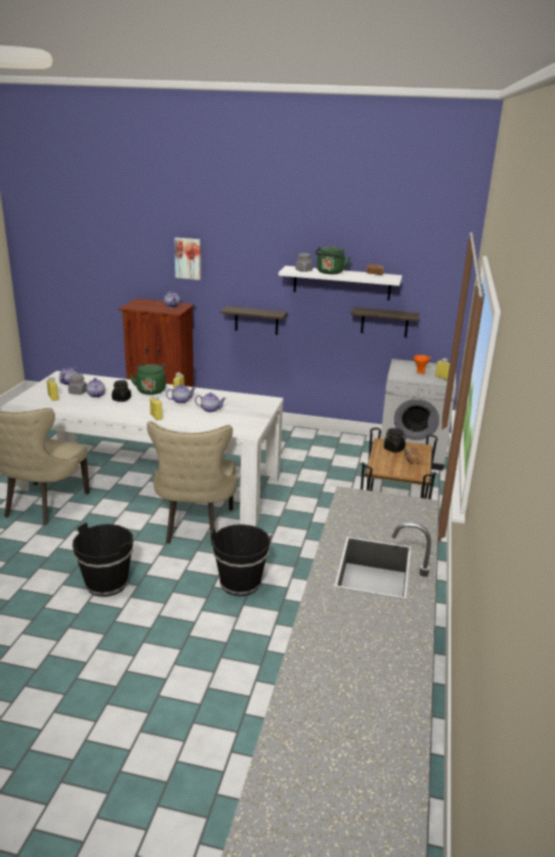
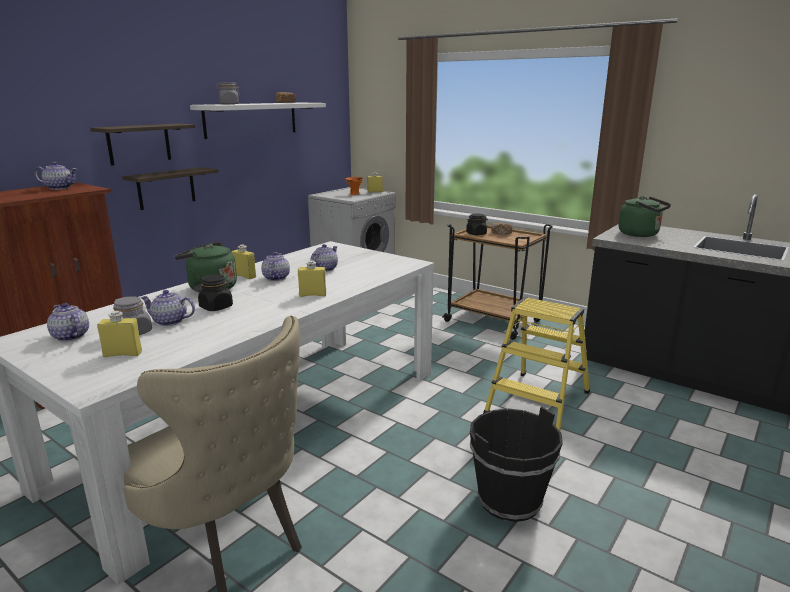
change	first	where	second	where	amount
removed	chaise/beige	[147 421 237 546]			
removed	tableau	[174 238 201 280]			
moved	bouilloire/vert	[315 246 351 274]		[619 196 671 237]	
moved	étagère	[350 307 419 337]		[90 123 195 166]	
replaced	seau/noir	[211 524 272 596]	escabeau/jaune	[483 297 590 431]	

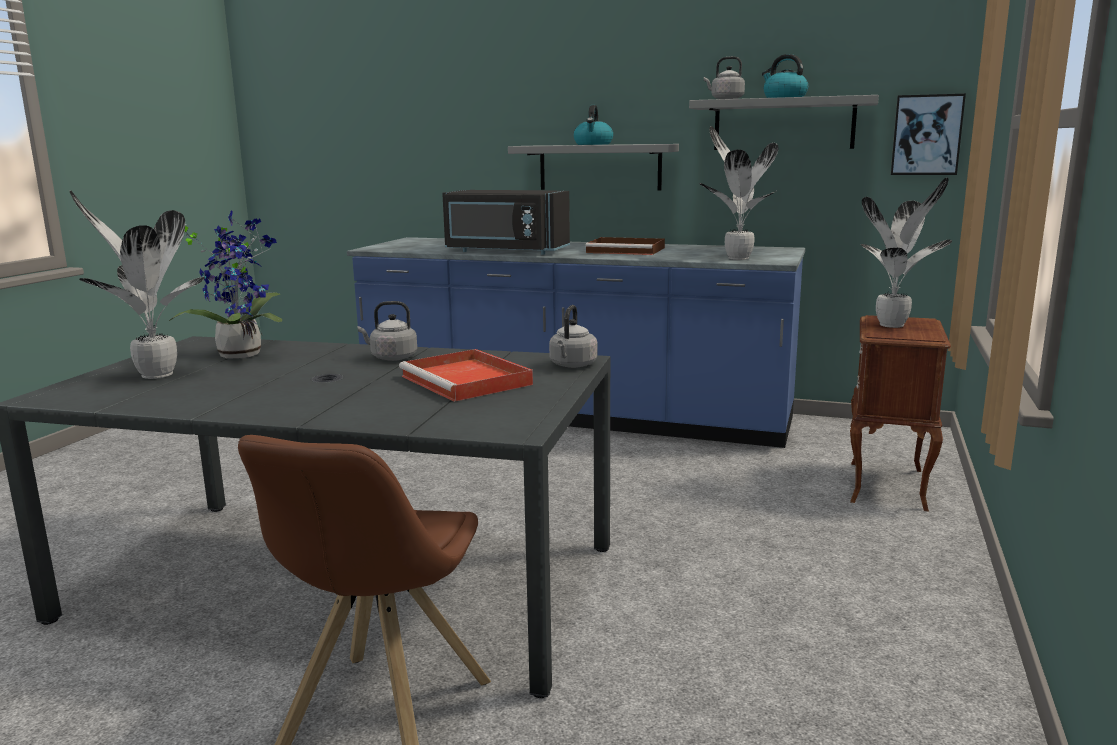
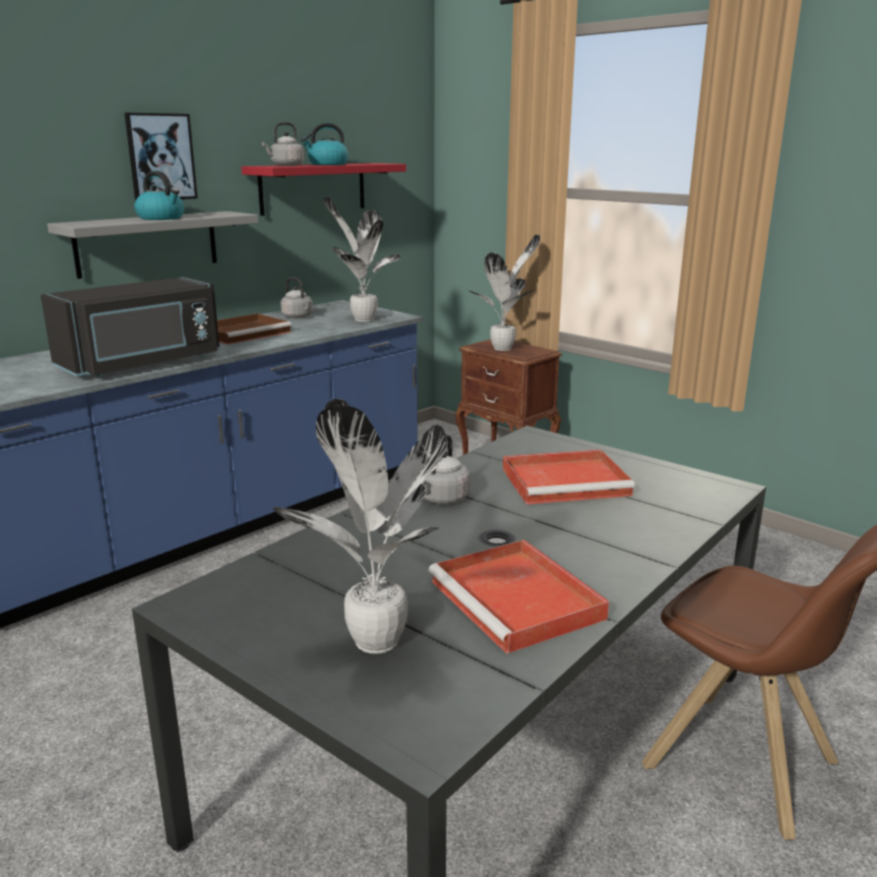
change	first	where	second	where	amount
removed	plante en pot	[169 211 282 358]			
added			plateau/rouge	[429 540 609 654]	
moved	bouilloire/gris	[549 305 597 368]		[281 277 313 318]	
moved	tableau	[891 93 966 175]		[125 113 198 201]	
recoloured	étagère/gris	[689 95 879 150]	étagère/rouge	[241 163 406 216]	

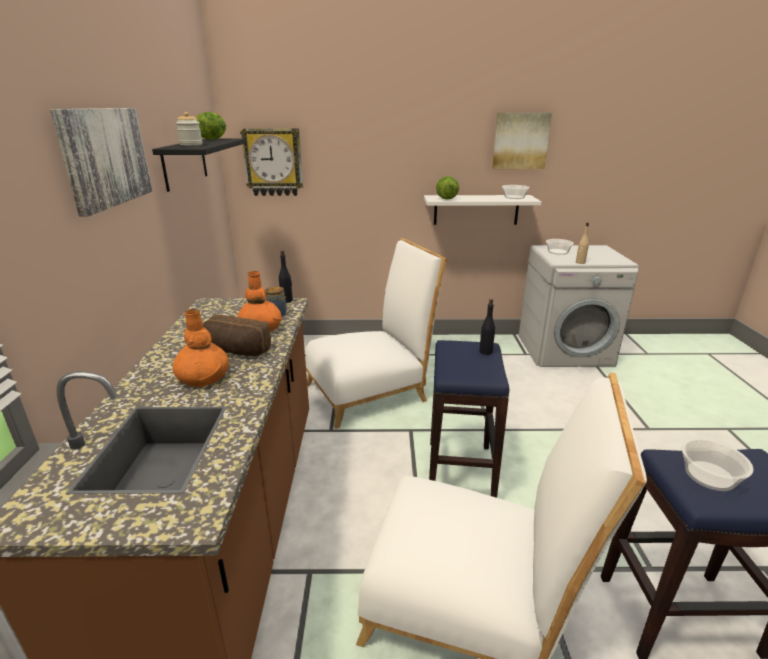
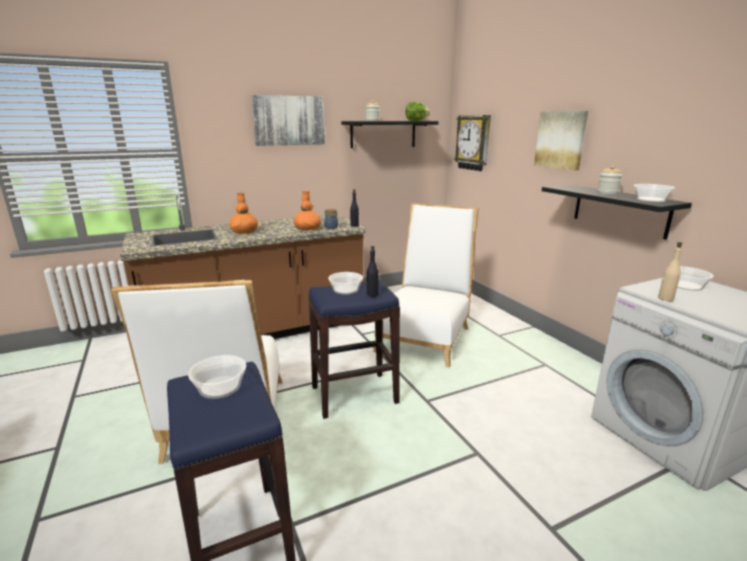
change	first	where	second	where	amount
removed	pain	[203 315 271 356]			
removed	laitue	[436 176 459 200]			
added			bol	[328 272 363 294]	
added			bocal	[597 166 622 195]	
moved	tableau	[492 112 552 169]		[534 111 588 170]	
recoloured	étagère/blanc	[424 195 541 225]	étagère/noir	[542 185 692 240]	
turned	chaise/blanc	[306 238 447 429]		[373 203 479 368]	105 degrees counterclockwise

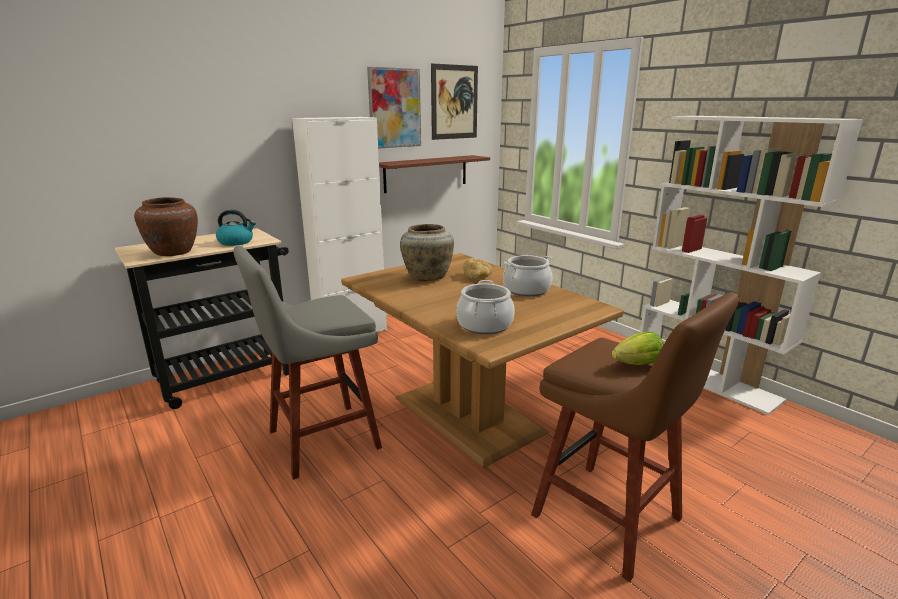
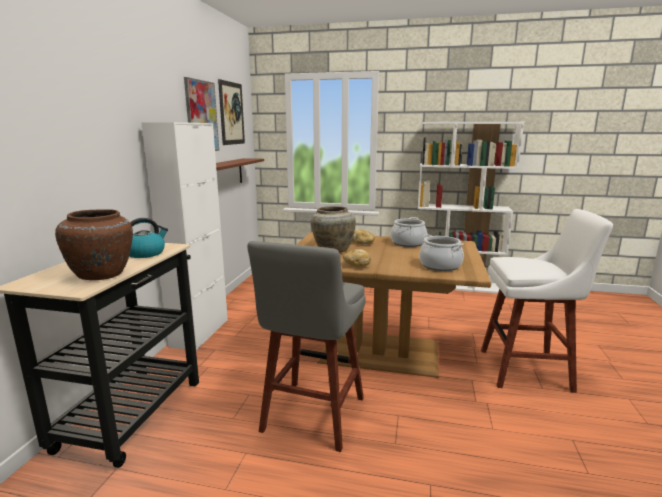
change	first	where	second	where	amount
removed	laitue	[612 332 664 365]			
added			pain	[343 249 371 267]	
recoloured	tabouret/marron	[531 292 739 582]	tabouret/blanc	[481 209 613 393]	

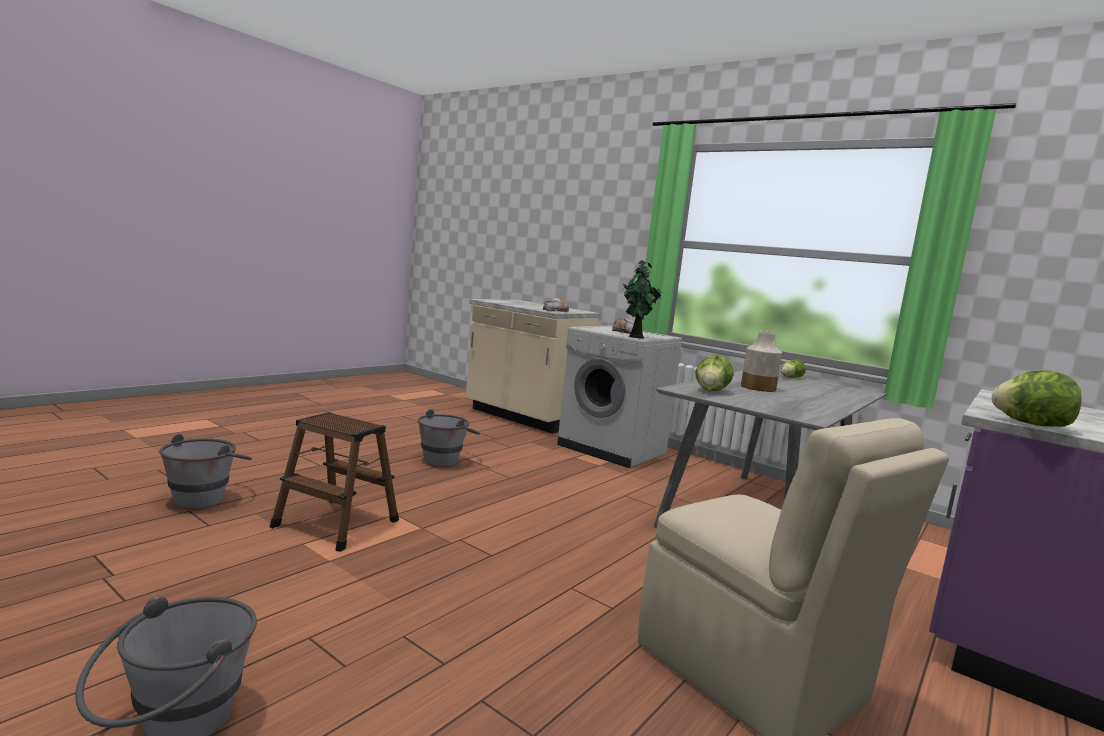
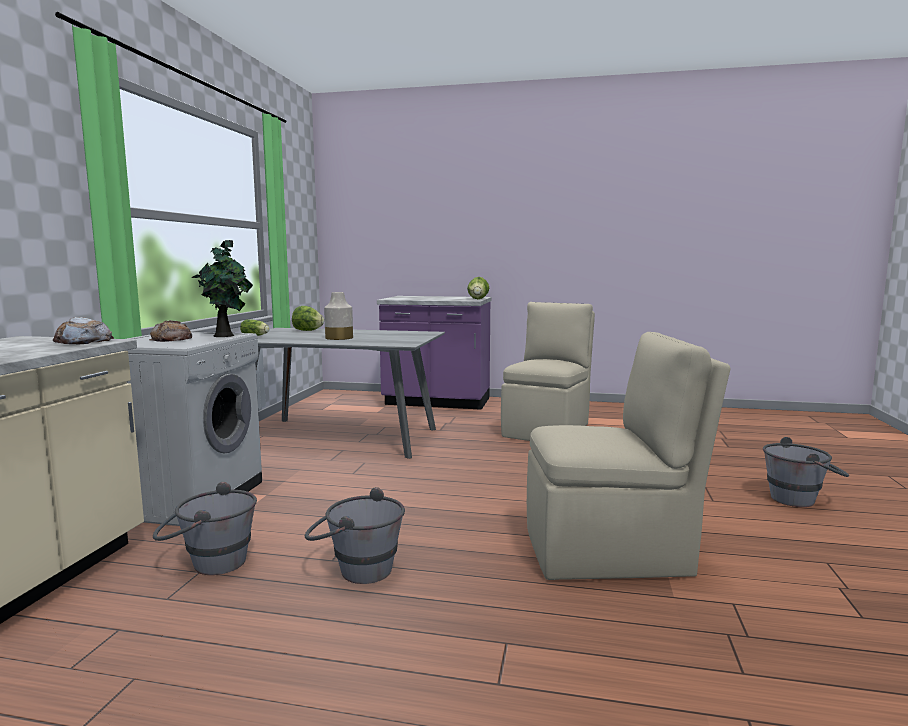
change	first	where	second	where	amount
moved	seau/gris	[159 434 252 509]		[153 482 257 575]	
moved	laitue	[695 354 734 391]		[292 306 324 331]	
replaced	escabeau/marron	[270 412 399 552]	chaise/beige	[527 332 730 580]	

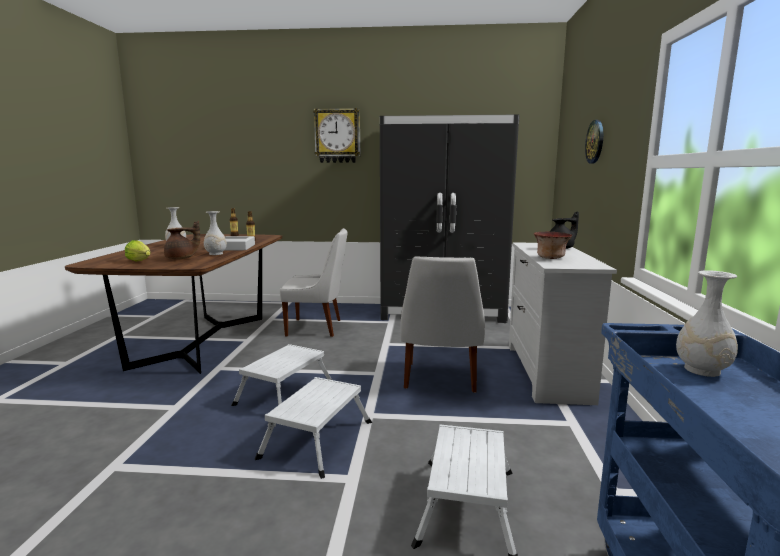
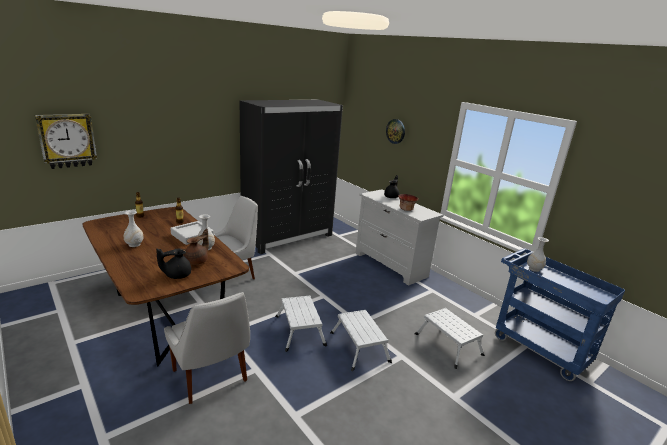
change	first	where	second	where	amount
moved	horloge murale	[313 108 360 163]		[35 114 97 169]	
moved	chaise/blanc	[400 256 485 393]		[164 292 250 404]	
replaced	laitue	[125 240 151 261]	théière/noir	[156 248 191 279]	

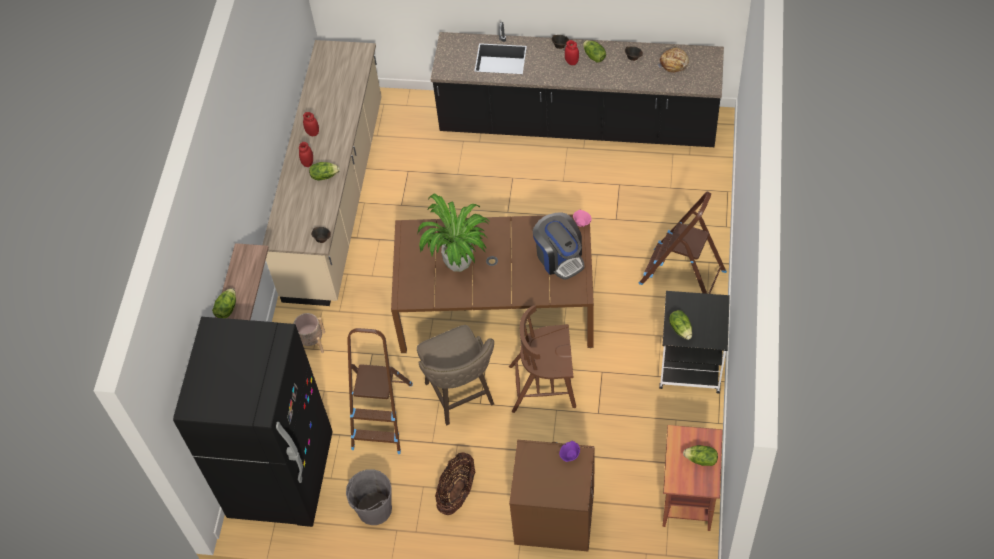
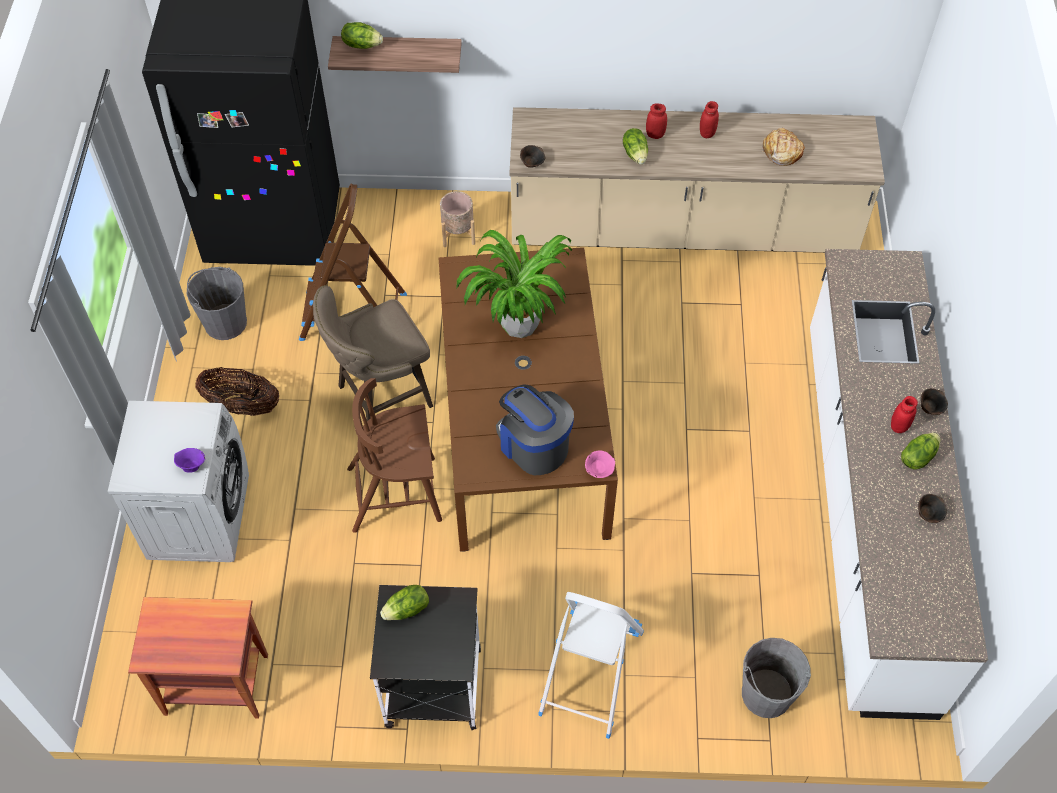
change	first	where	second	where	amount
removed	laitue	[683 445 718 466]			
added			seau/gris	[742 638 811 718]	
moved	pain	[656 48 689 74]		[762 128 805 166]	
recoloured	comptoir de cuisine/noir	[430 22 724 147]	comptoir de cuisine/blanc	[810 249 988 720]	
recoloured	lave-linge/marron	[509 440 595 552]	lave-linge/blanc	[108 401 249 562]	
recoloured	escabeau/marron	[638 191 727 294]	escabeau/blanc	[538 592 644 739]	
turned	chaise/marron	[509 306 576 413]		[347 378 442 533]	90 degrees counterclockwise
turned	machine à café	[533 212 585 280]		[496 384 574 475]	90 degrees clockwise

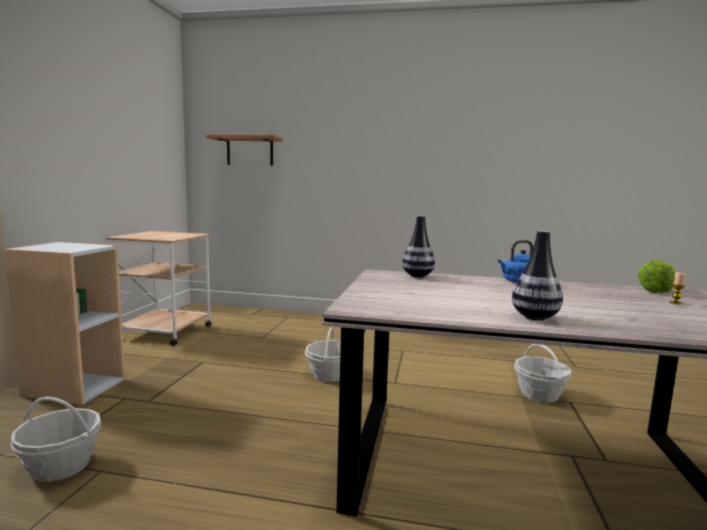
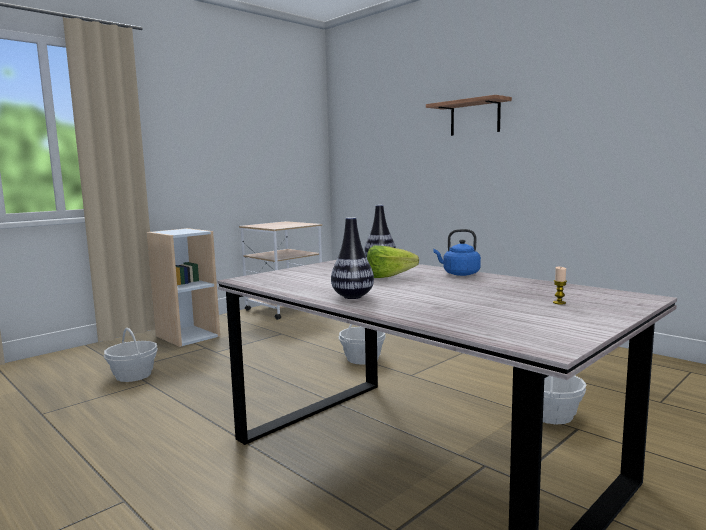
change	first	where	second	where	amount
moved	étagère	[206 135 283 166]		[426 95 512 136]	
moved	laitue	[638 261 676 293]		[367 245 419 278]	

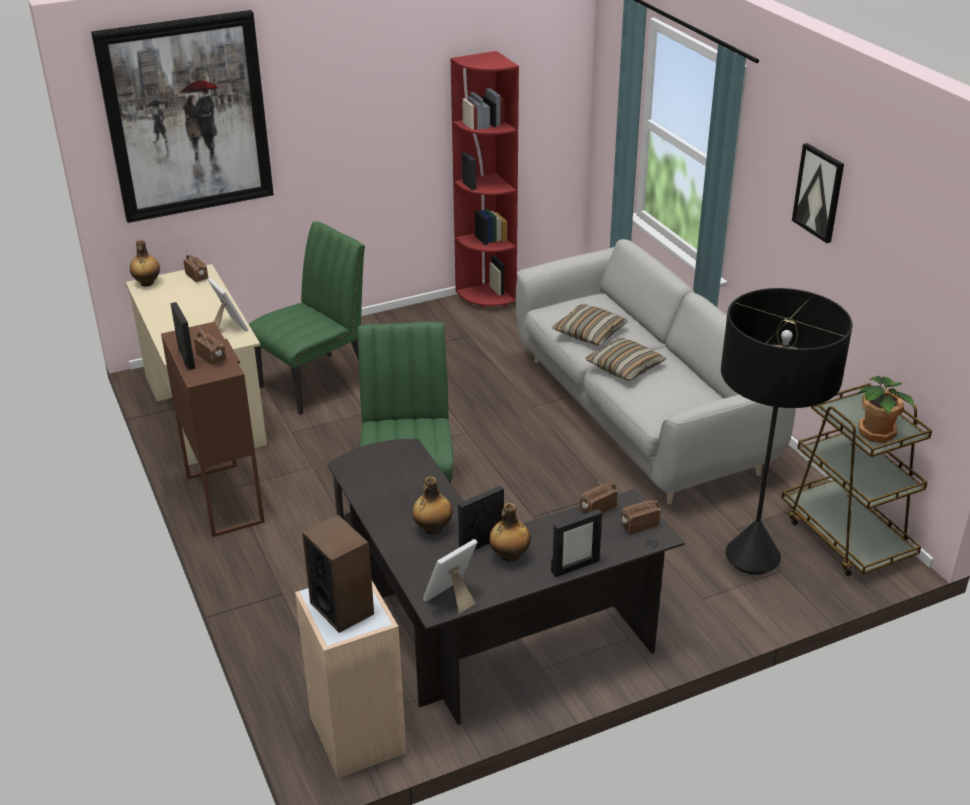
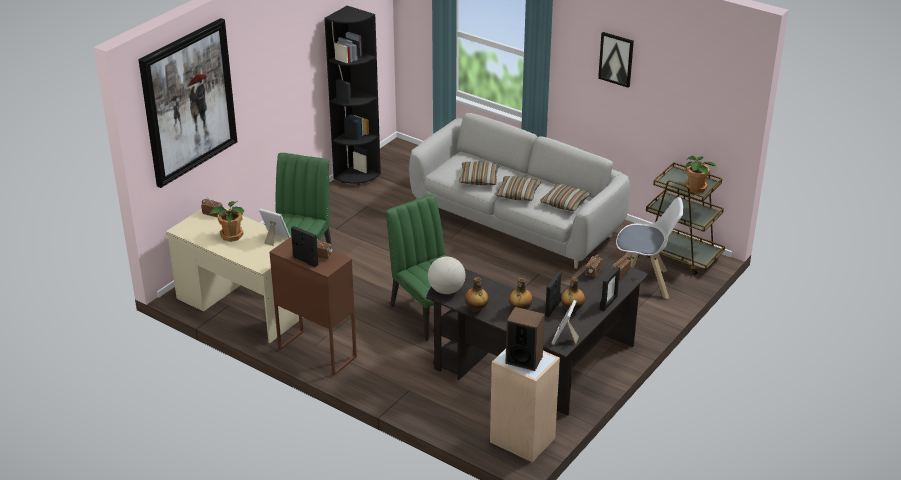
change	first	where	second	where	amount
added			plante en pot	[209 201 245 242]	
added			globe	[428 257 466 294]	
added			coussin	[540 184 591 211]	
moved	bouteille	[130 240 160 287]		[465 277 489 313]	
replaced	lampadaire/noir	[721 288 853 575]	chaise	[616 197 684 299]	
recoloured	bibliothèque/rouge	[451 51 519 308]	bibliothèque/noir	[324 6 381 185]	

